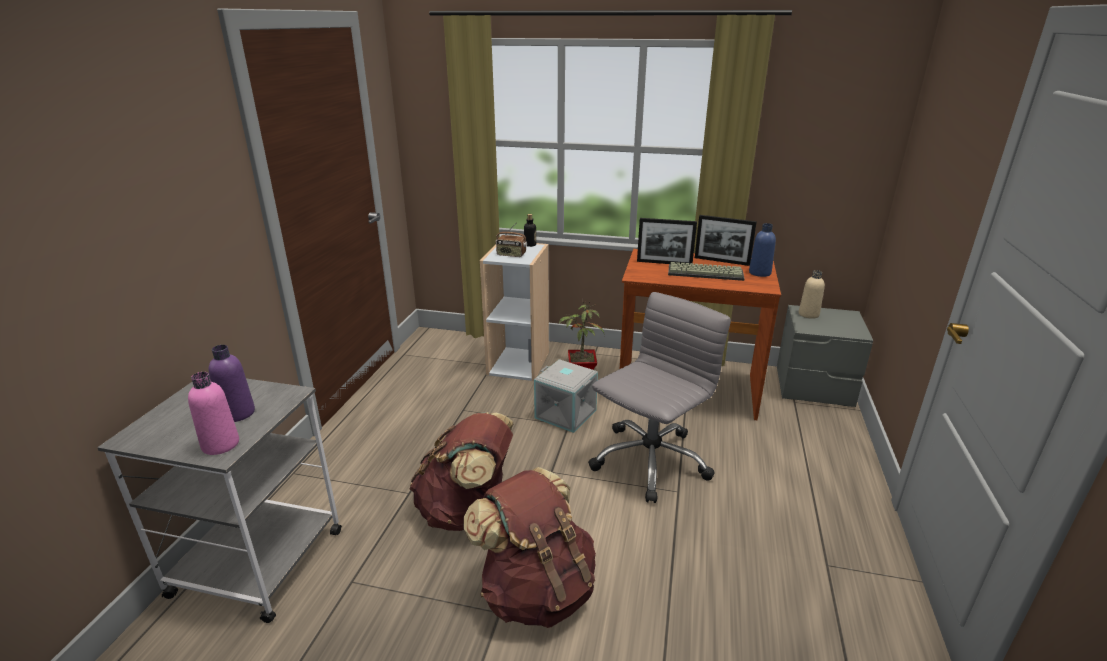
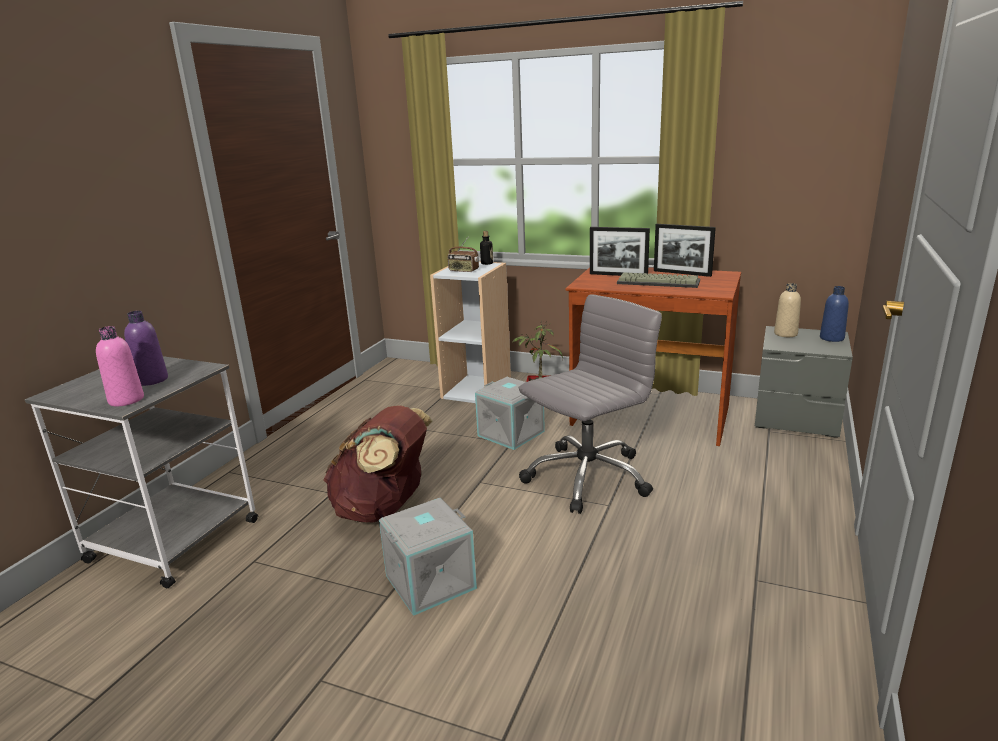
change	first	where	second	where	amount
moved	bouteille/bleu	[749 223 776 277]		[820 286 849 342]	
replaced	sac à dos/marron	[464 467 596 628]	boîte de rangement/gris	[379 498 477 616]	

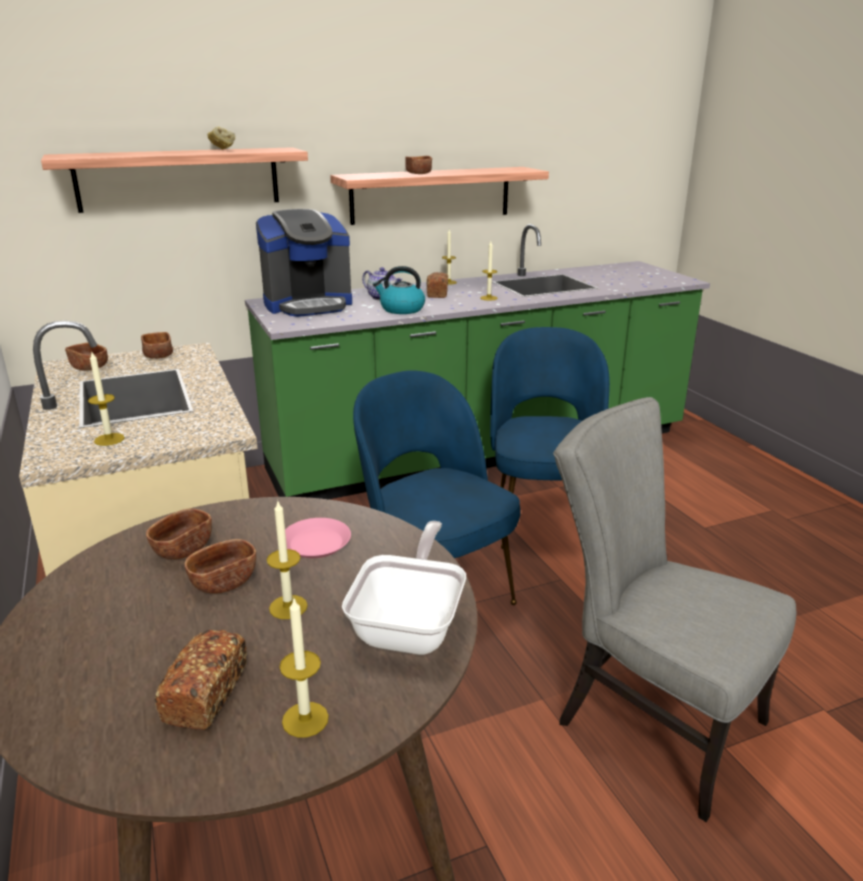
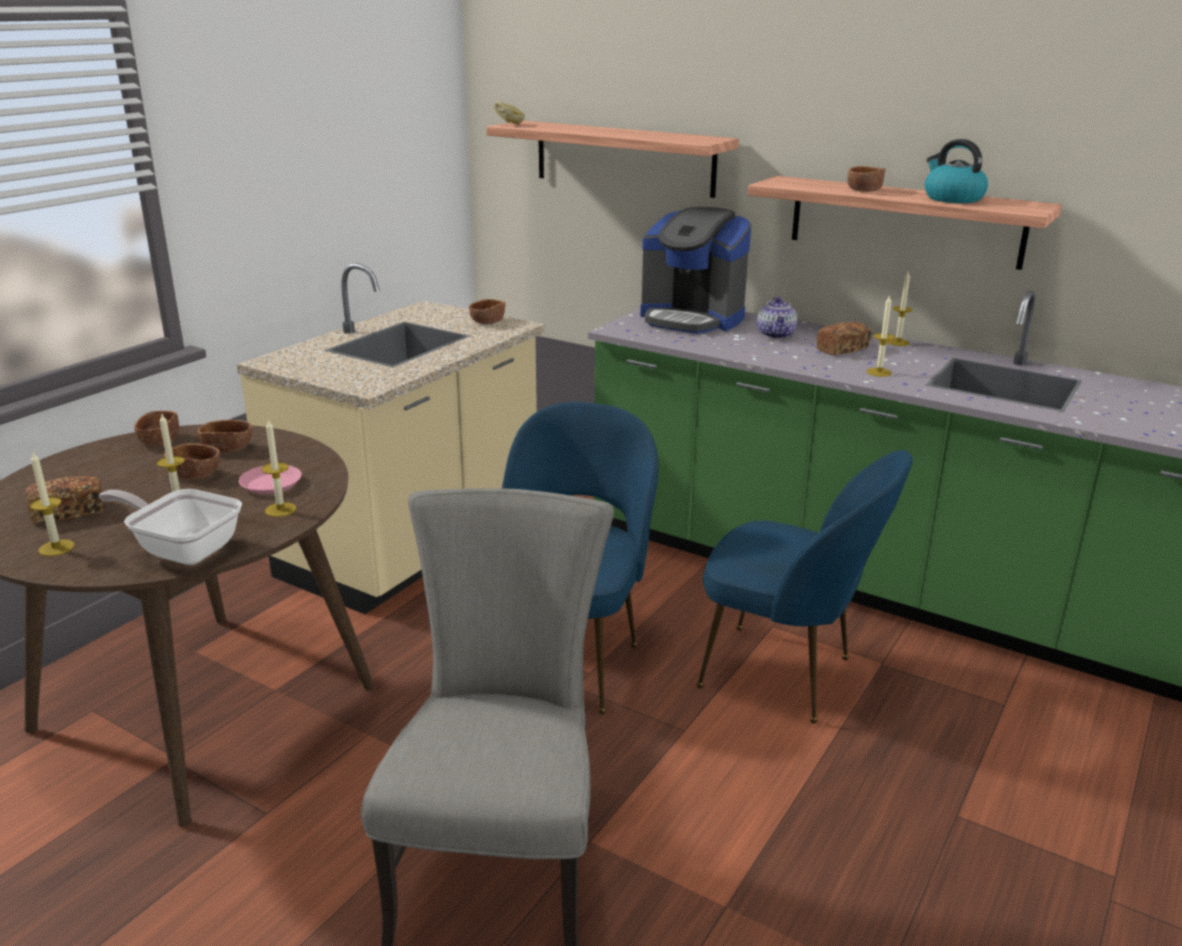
change	first	where	second	where	amount
moved	bol/marron	[65 343 108 370]		[134 411 179 446]	
moved	bougie	[88 352 125 446]		[261 418 296 517]	
moved	pain	[207 126 235 150]		[494 101 525 124]	
moved	bouilloire	[373 266 425 314]		[925 139 988 203]	
turned	poêle	[342 521 466 655]		[99 489 242 565]	135 degrees counterclockwise
turned	chaise/bleu	[490 327 610 549]		[696 450 913 724]	60 degrees clockwise

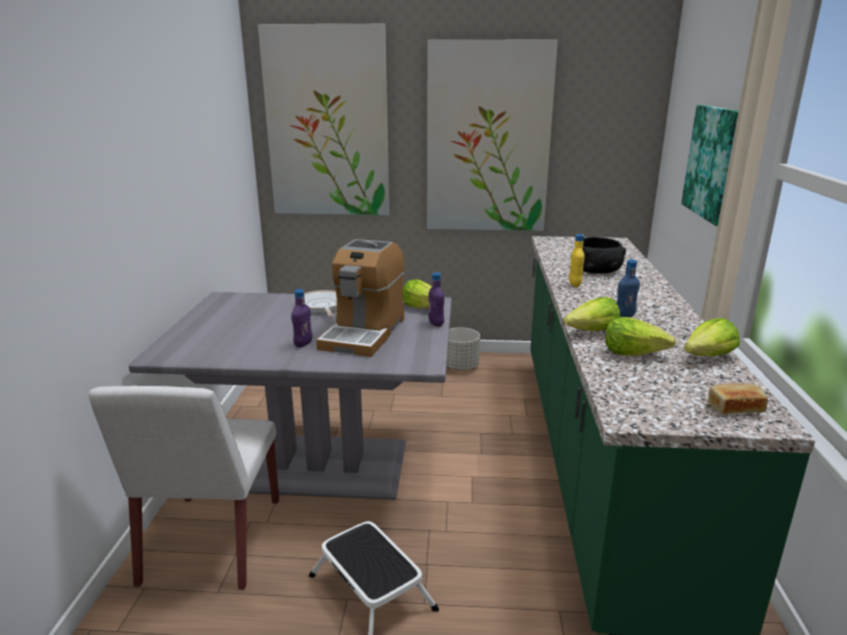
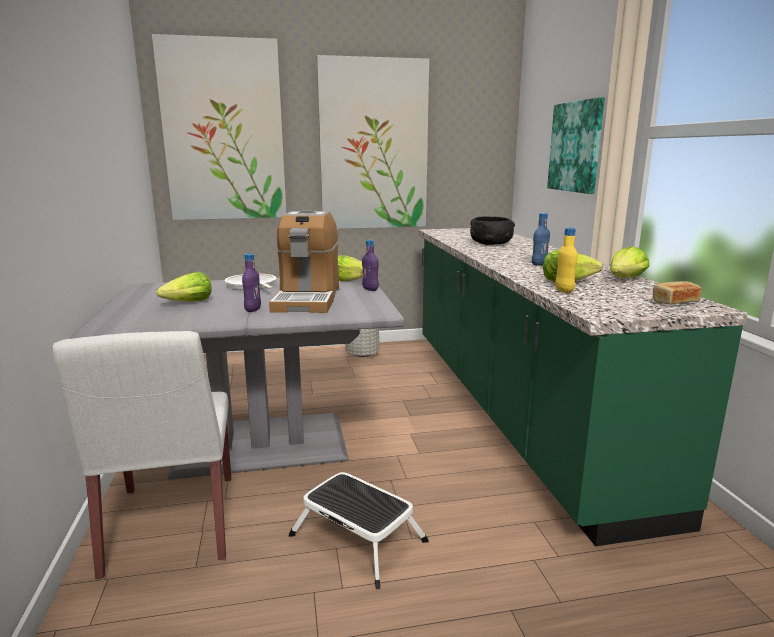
change	first	where	second	where	amount
moved	laitue	[564 297 620 331]		[156 272 212 302]	
moved	bouteille/jaune	[569 234 585 287]		[555 228 578 293]	

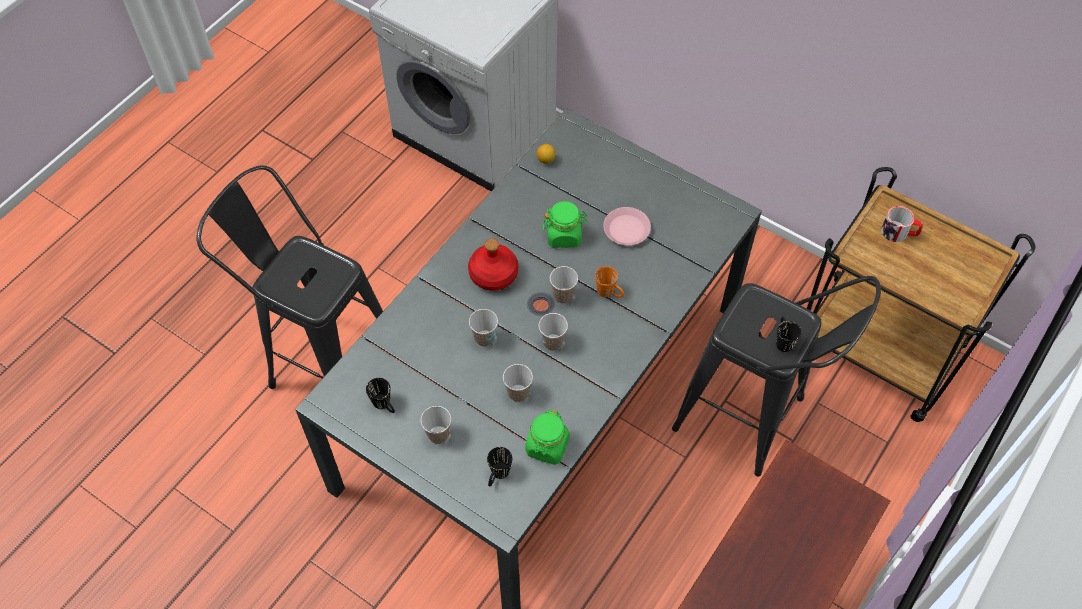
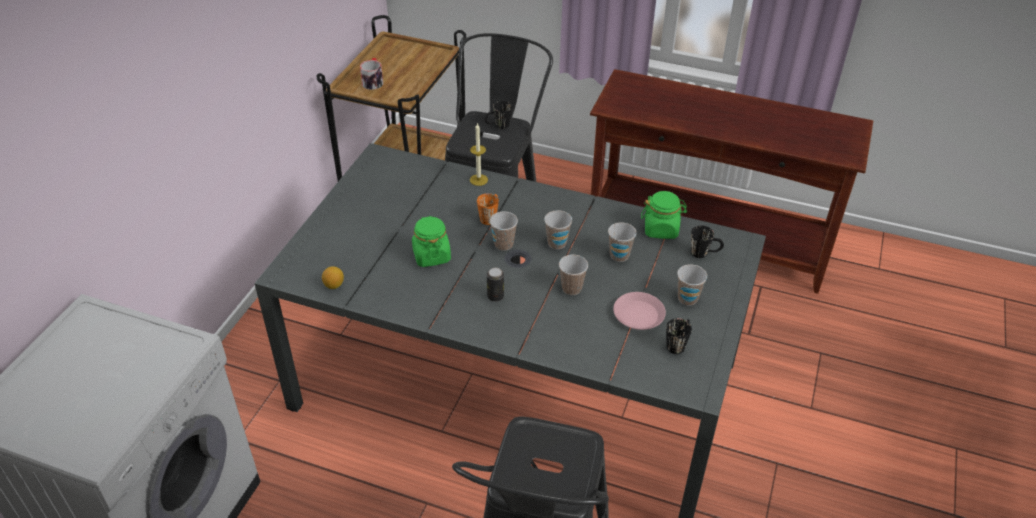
change	first	where	second	where	amount
added			bougie	[470 123 488 186]	
moved	assiette/rose	[603 207 651 246]		[613 292 666 330]	
replaced	bouteille/rouge	[468 238 518 291]	boîte métallique	[487 268 504 302]	

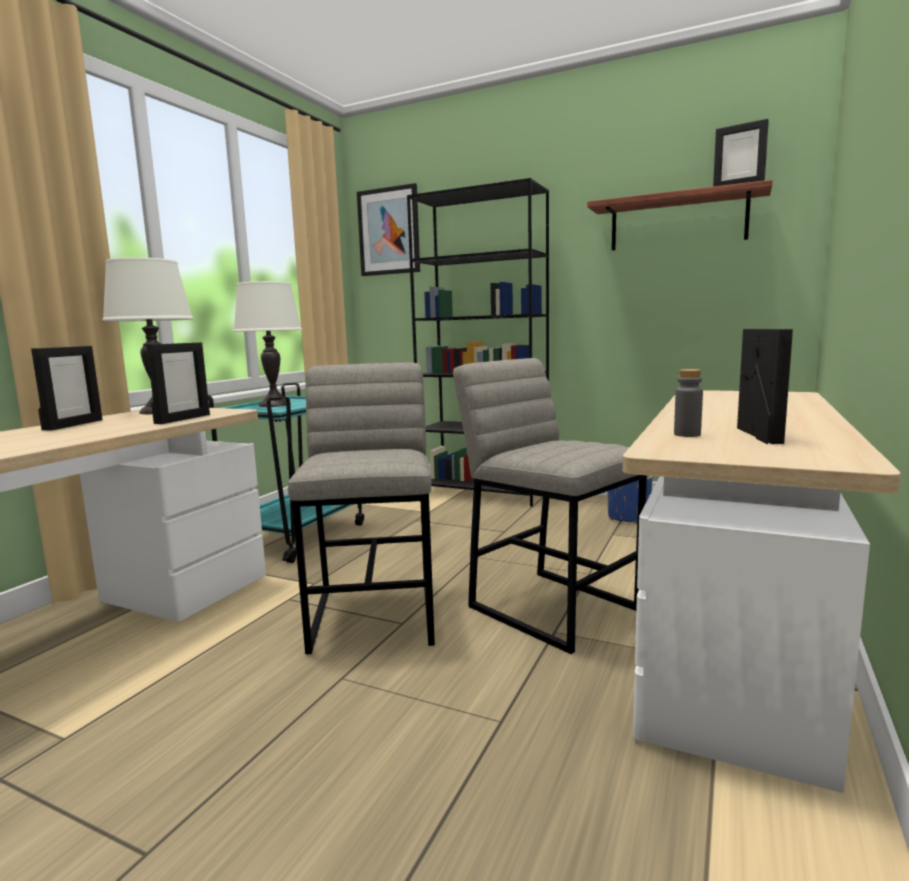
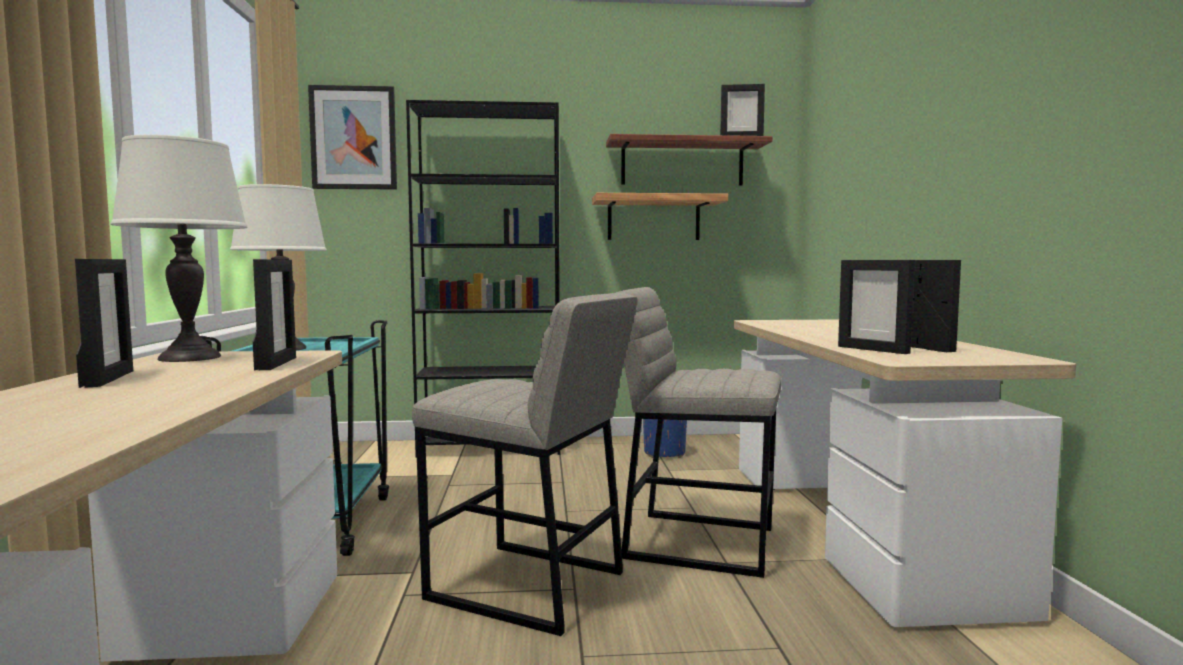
change	first	where	second	where	amount
added			étagère	[592 193 728 240]	
replaced	bouteille/gris	[674 369 703 437]	cadre photo	[838 260 915 354]	
turned	chaise/gris	[288 363 435 654]		[412 293 638 636]	150 degrees clockwise

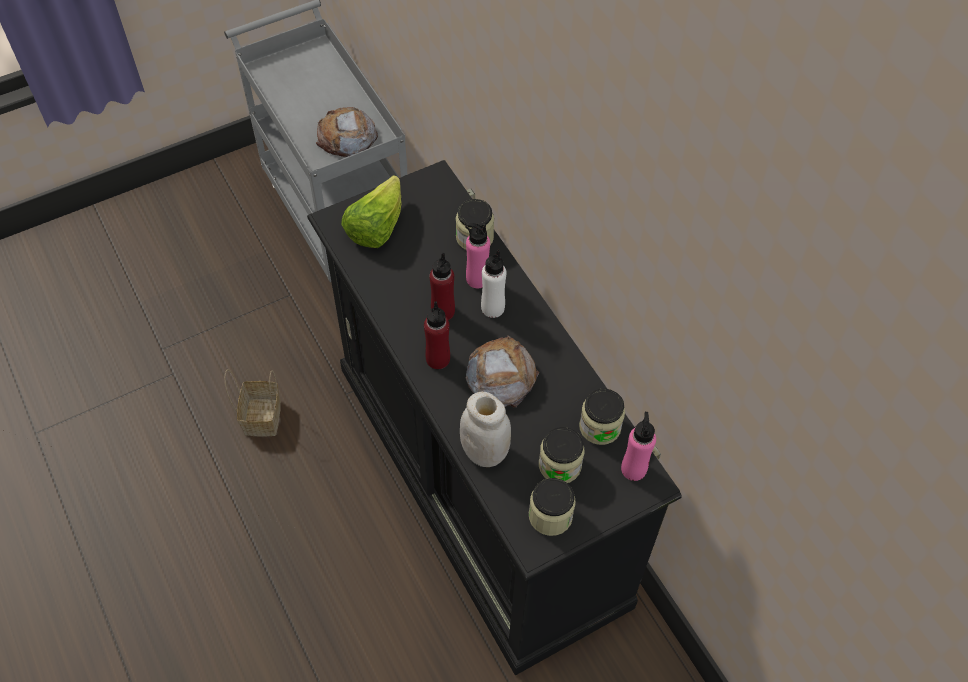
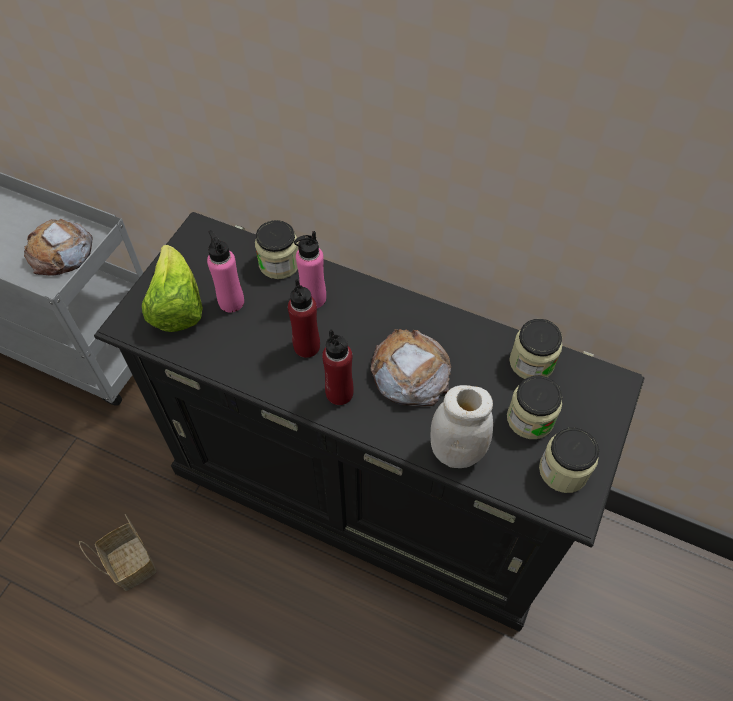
change	first	where	second	where	amount
removed	bouteille/blanc	[481 250 507 318]			
moved	bouteille/rose	[621 412 656 481]		[207 230 244 313]	

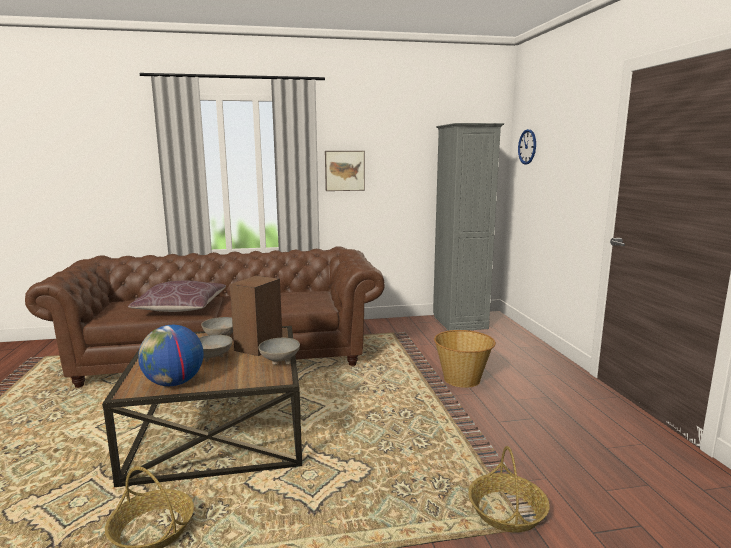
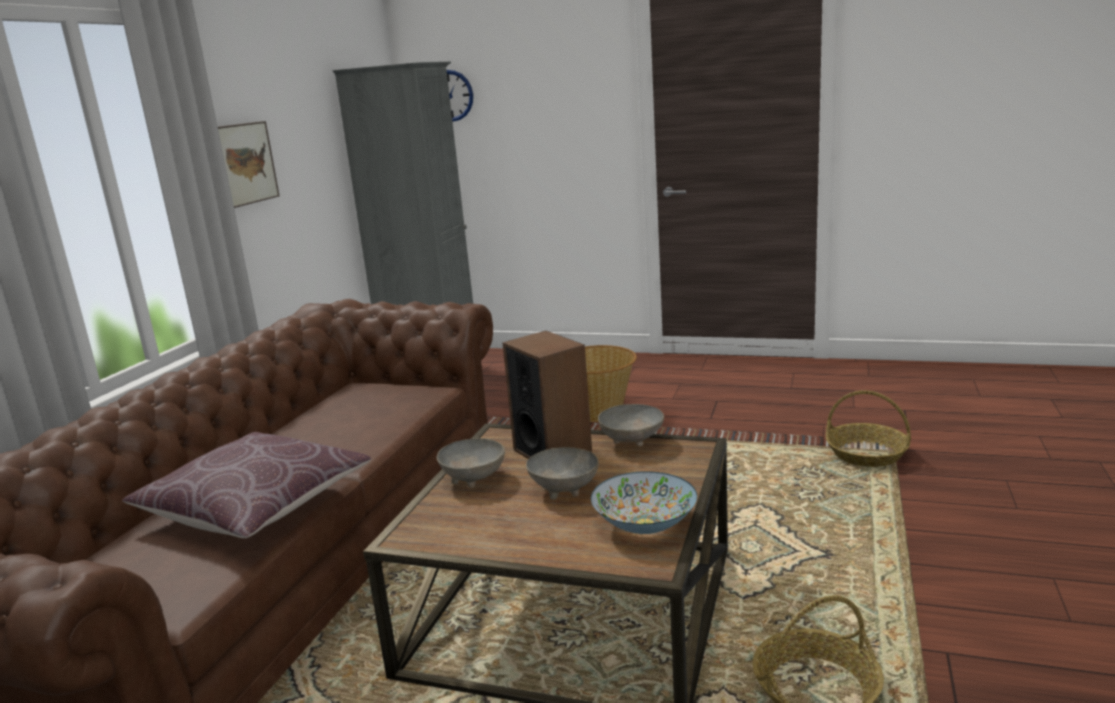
change	first	where	second	where	amount
replaced	globe	[138 325 204 386]	bol	[591 471 698 534]	

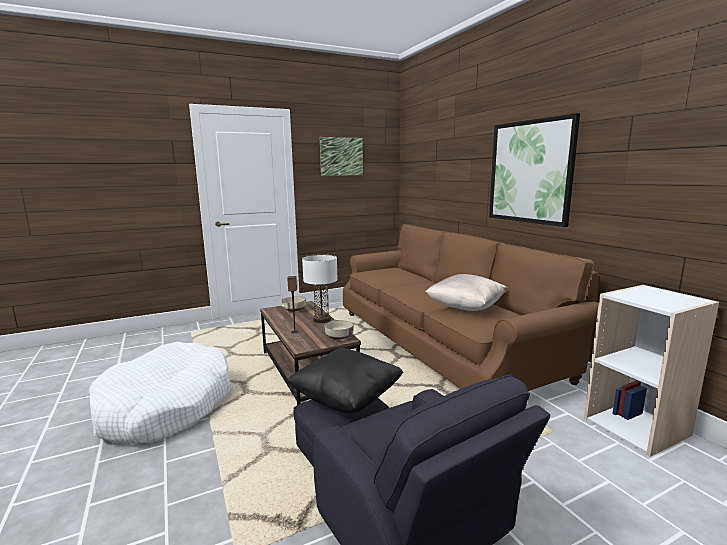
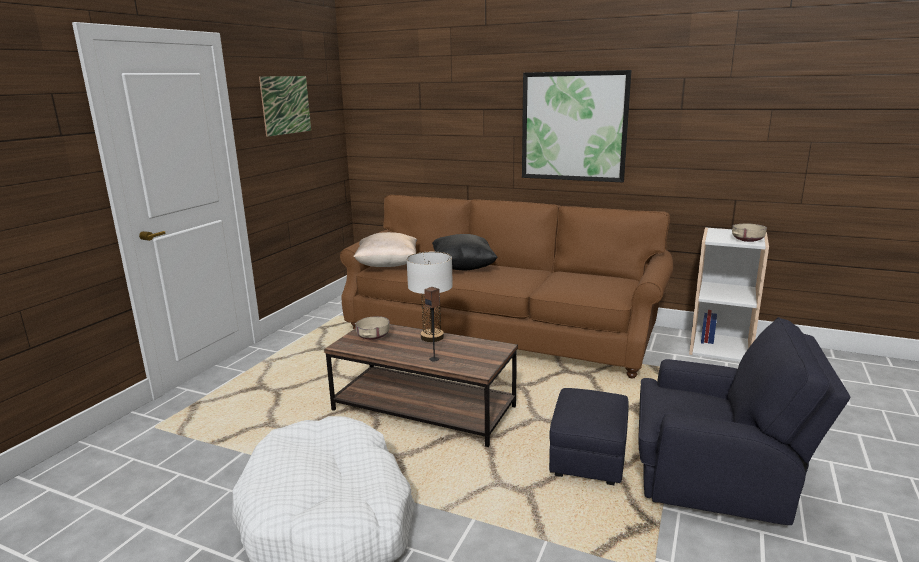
change	first	where	second	where	amount
moved	coussin/noir	[286 348 404 413]		[432 234 498 270]	
moved	bol/beige	[324 320 354 340]		[732 223 767 242]	
moved	coussin/beige	[425 274 507 311]		[353 232 417 267]	

